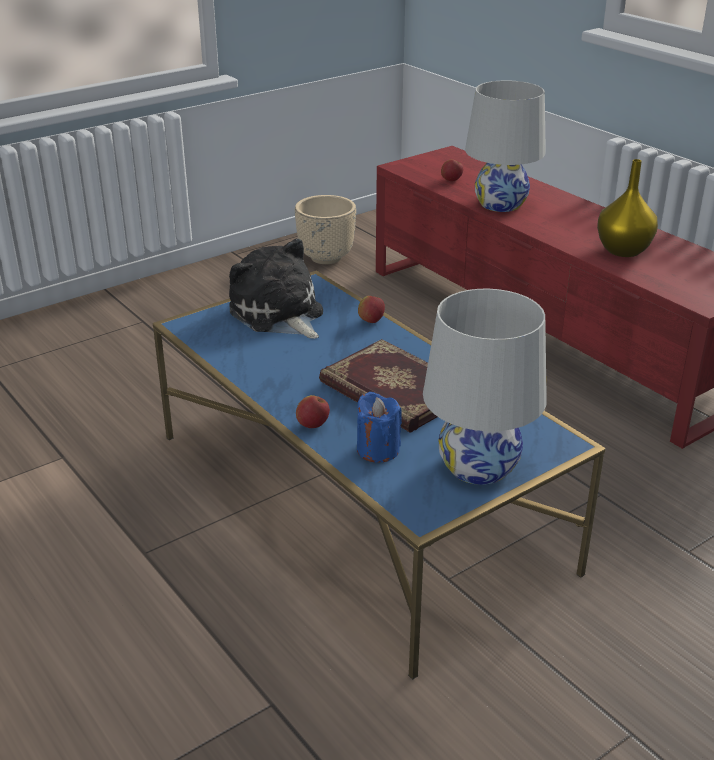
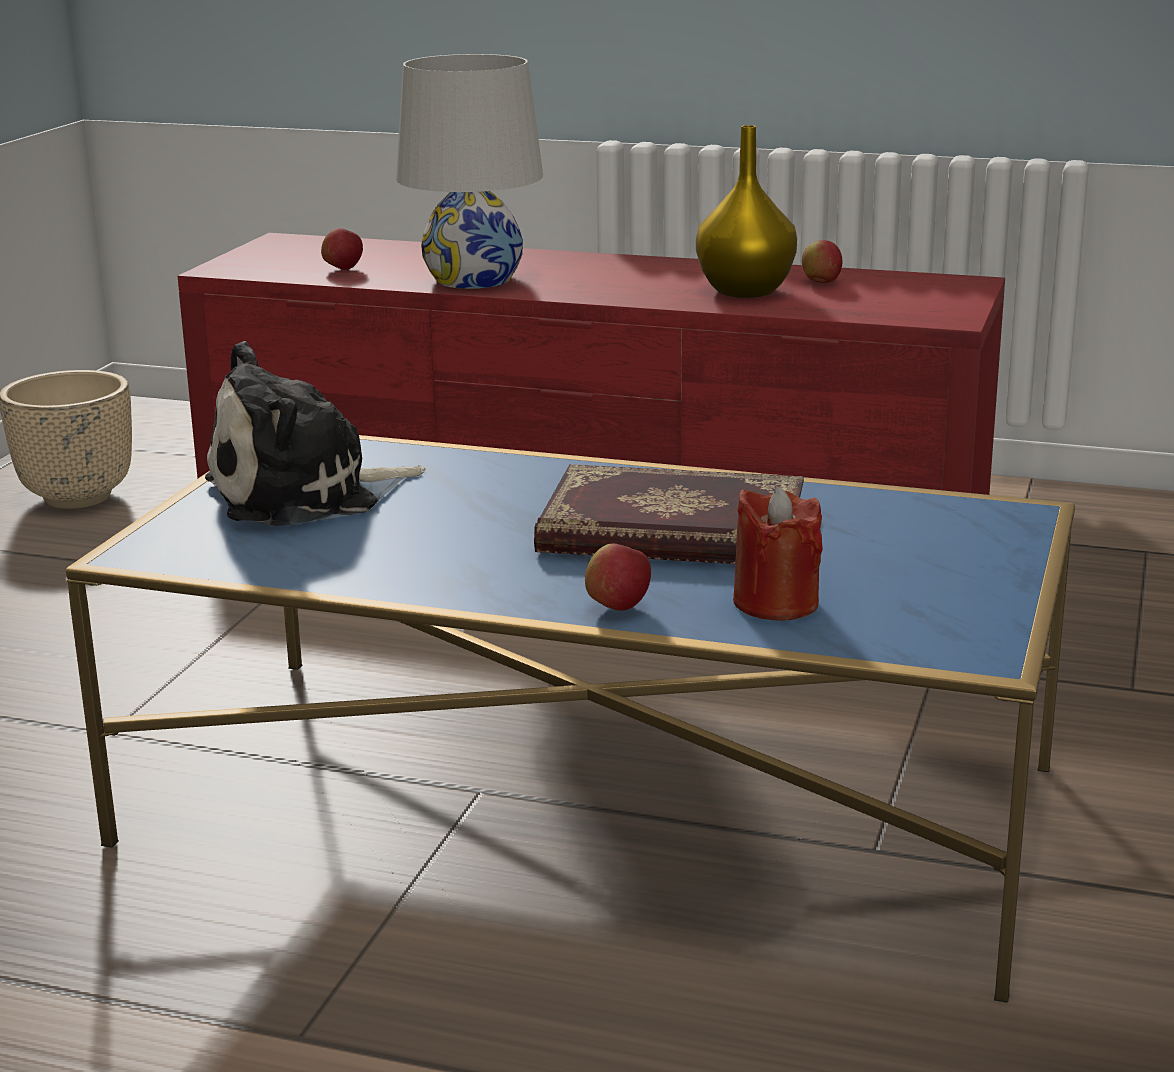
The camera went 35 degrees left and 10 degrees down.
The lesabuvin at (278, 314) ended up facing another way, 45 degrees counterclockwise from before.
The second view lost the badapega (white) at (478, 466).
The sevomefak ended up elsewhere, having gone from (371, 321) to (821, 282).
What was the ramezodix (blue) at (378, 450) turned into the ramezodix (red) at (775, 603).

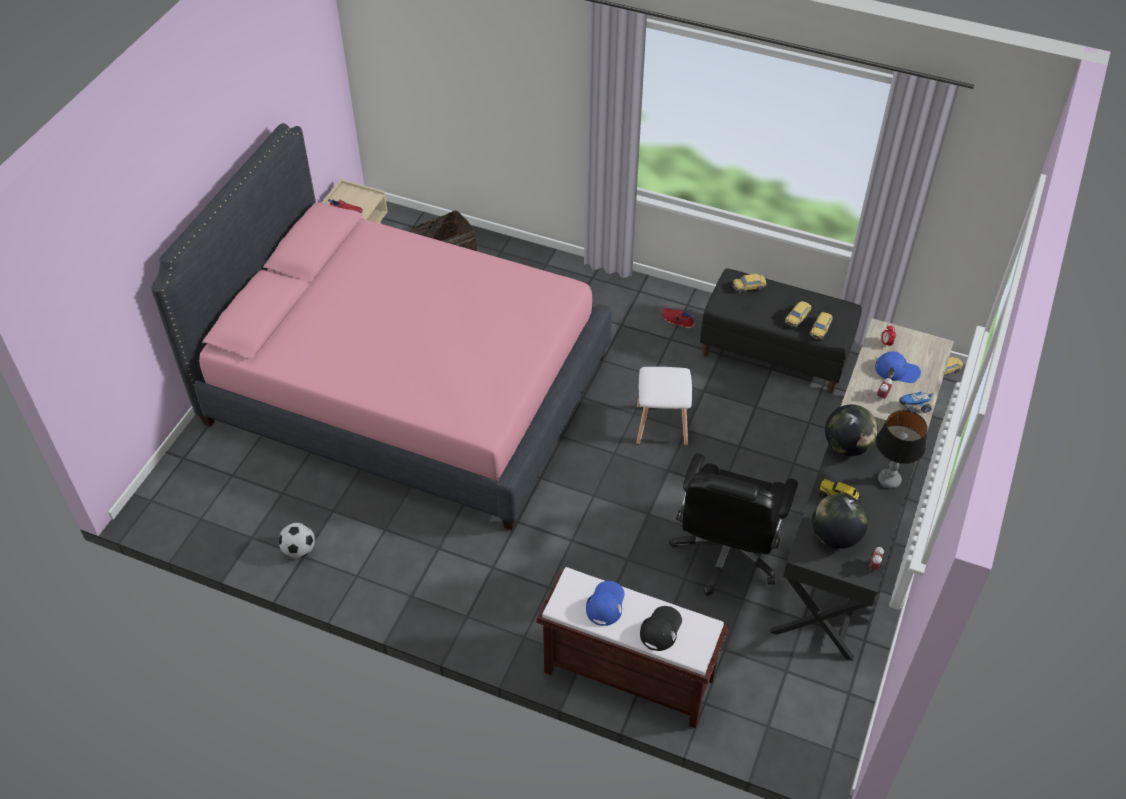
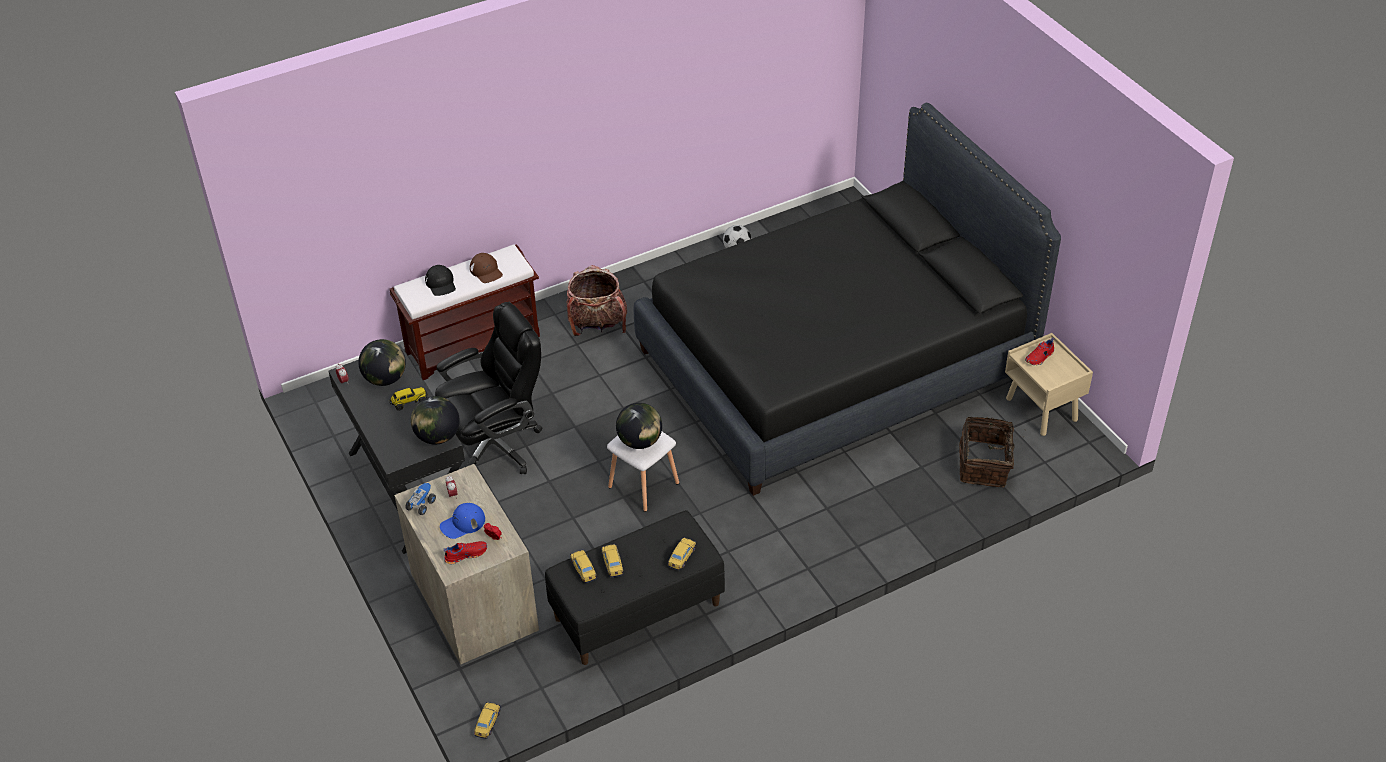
The camera went 130 degrees right and 5 degrees down.
What was the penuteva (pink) at (407, 388) turned into the penuteva (black) at (835, 363).
The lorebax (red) ended up elsewhere, having gone from (677, 321) to (466, 554).
The second view lost the badapega at (889, 480).
The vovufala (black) at (726, 554) ended up facing another way, 90 degrees clockwise from before.
What was the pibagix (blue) at (605, 604) turned into the pibagix (brown) at (486, 271).
The second view gained the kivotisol at (597, 325).
The second view gained the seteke at (640, 441).

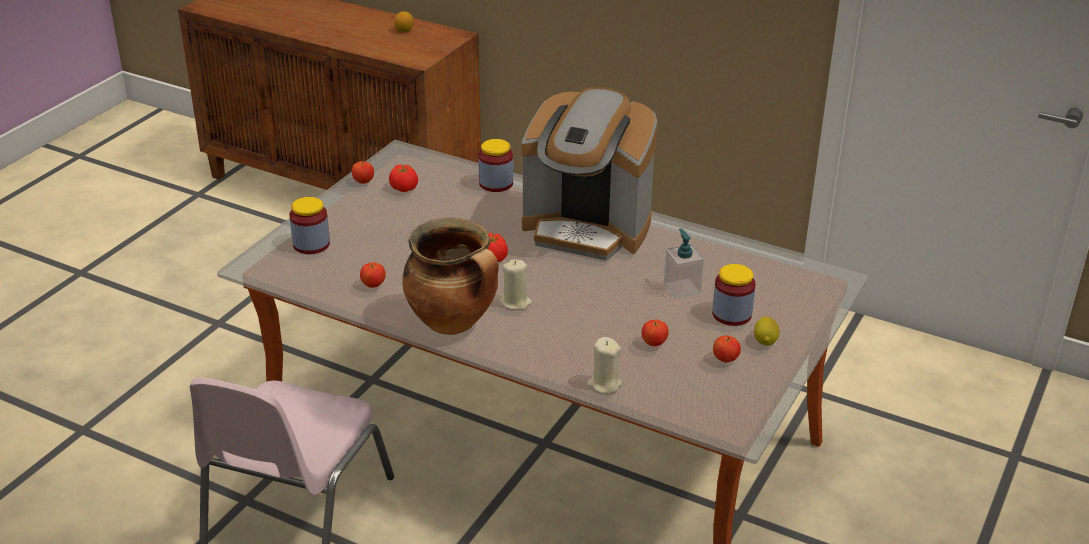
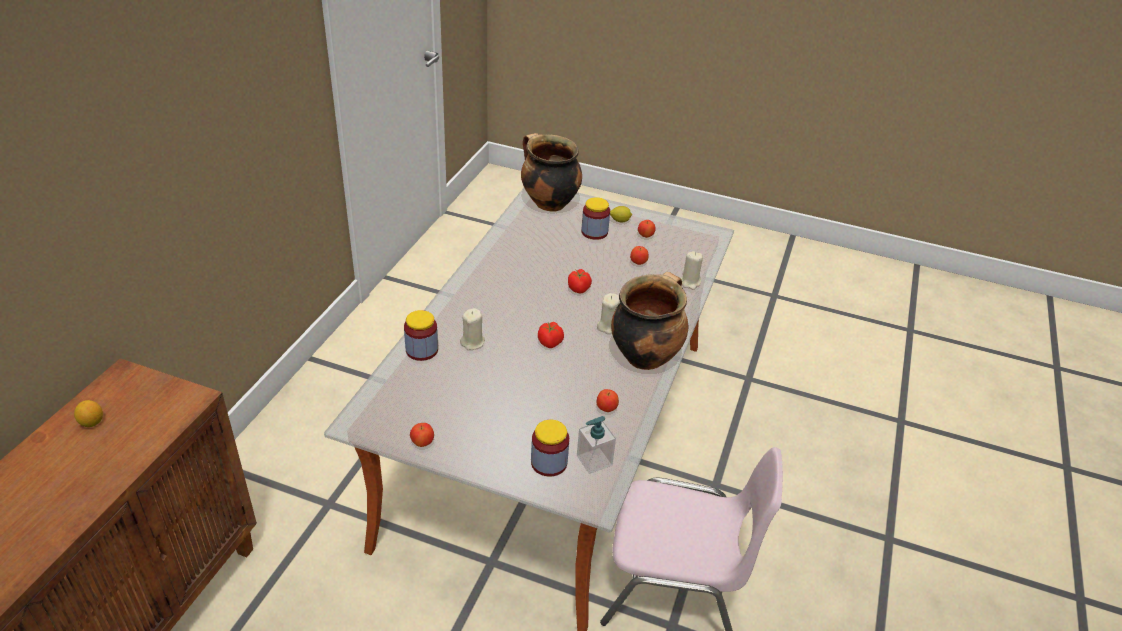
The camera went 100 degrees left and 5 degrees up.
The second view lost the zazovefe at (587, 228).
The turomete ended up elsewhere, having gone from (404, 189) to (579, 289).
The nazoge ended up elsewhere, having gone from (681, 288) to (594, 460).
The second view gained the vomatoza at (548, 203).
The second view gained the ramezodix (beige) at (473, 342).

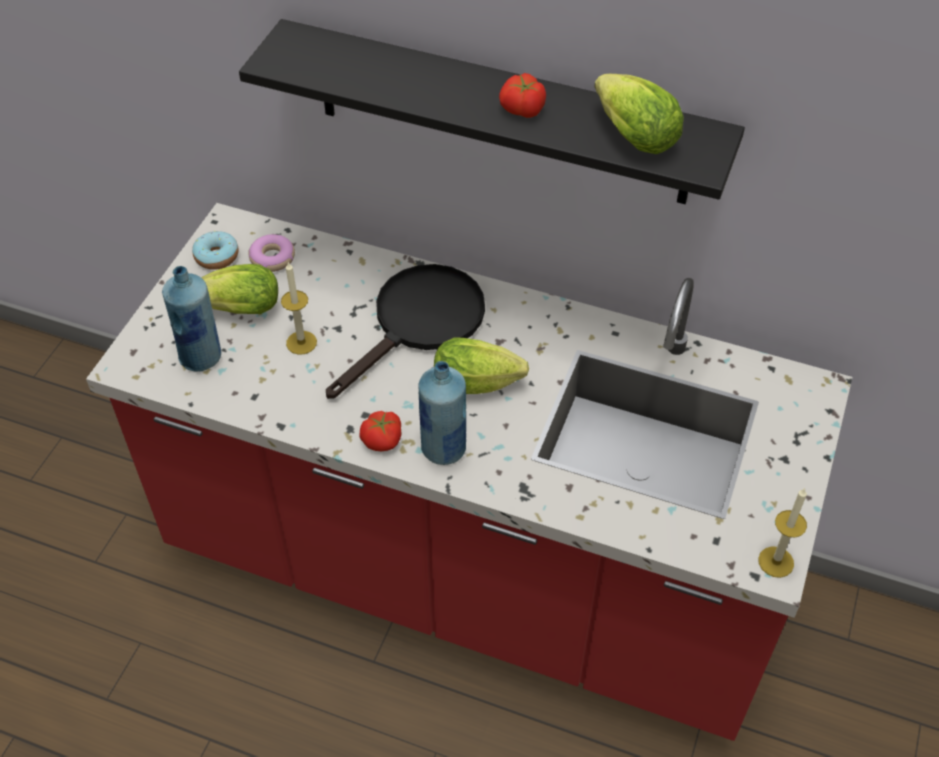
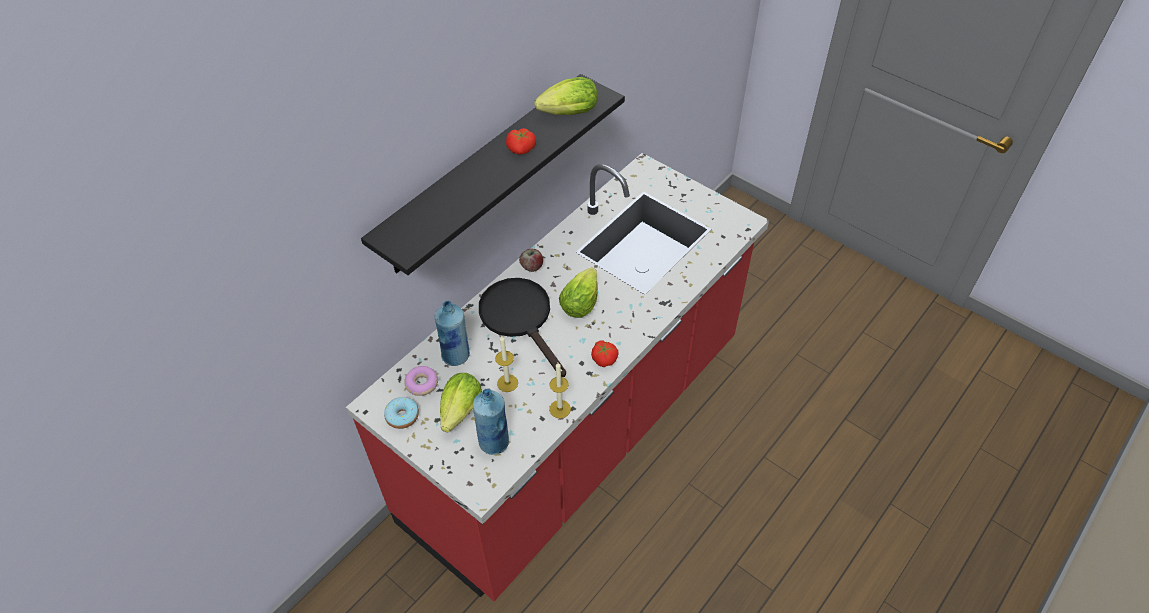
The camera went 70 degrees left and 0 degrees up.
The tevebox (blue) ended up elsewhere, having gone from (443, 449) to (456, 356).
The ramezodix ended up elsewhere, having gone from (776, 562) to (560, 409).
The second view gained the sevomefak at (532, 266).

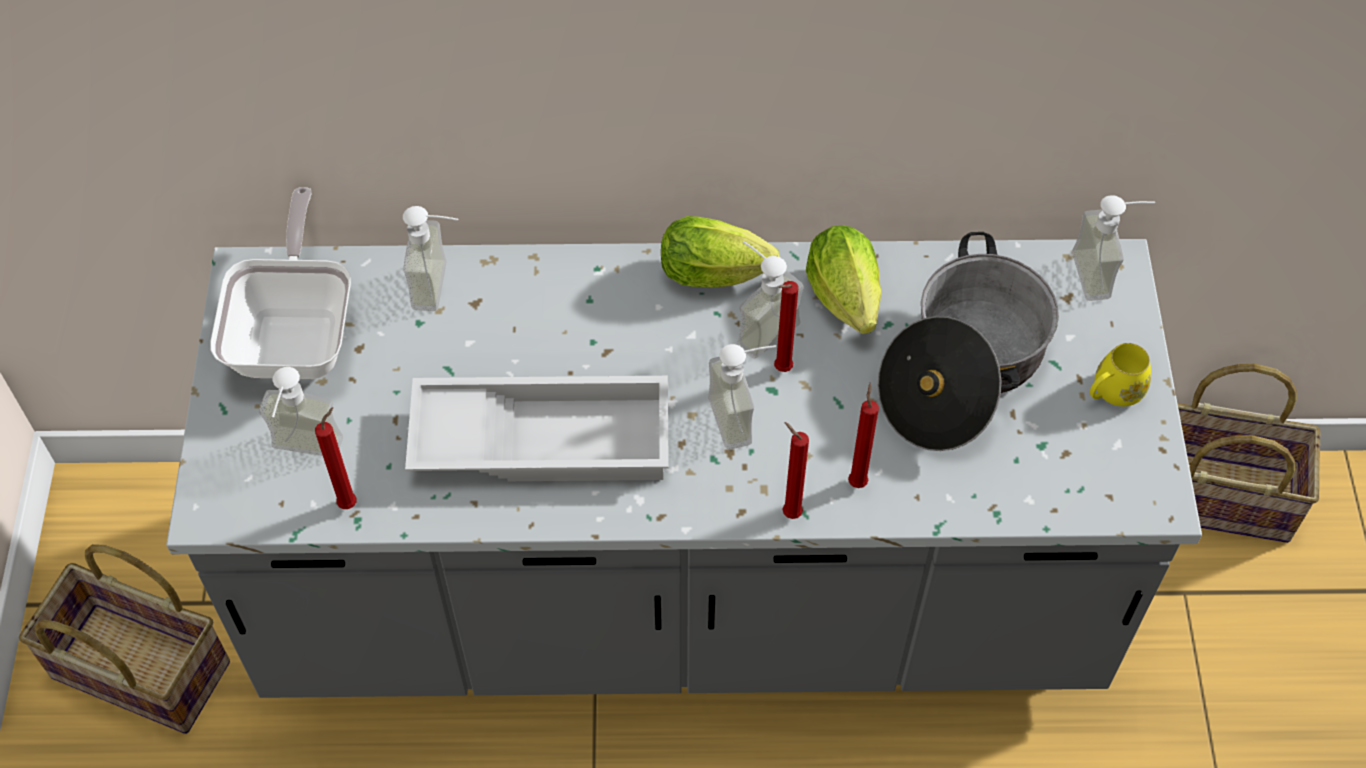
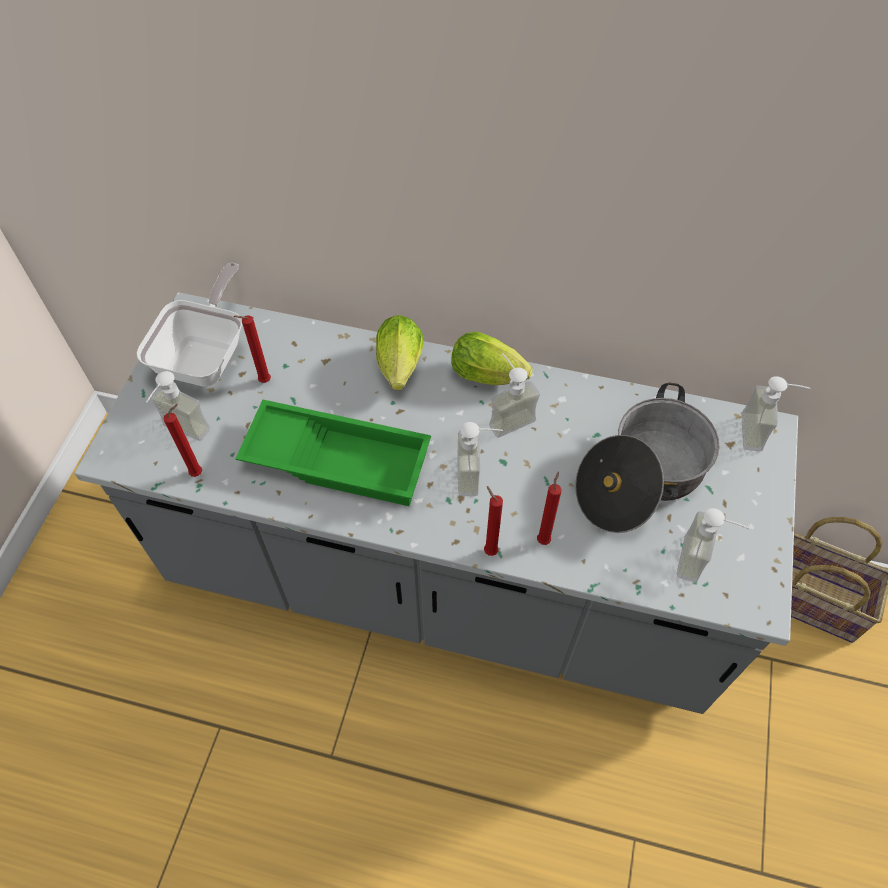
The camera went 15 degrees right and 0 degrees up.
The nazoge ended up elsewhere, having gone from (442, 286) to (701, 562).
The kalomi ended up elsewhere, having gone from (847, 303) to (400, 370).
The ramezodix (red) ended up elsewhere, having gone from (780, 370) to (263, 381).
The second view lost the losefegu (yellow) at (1113, 392).
What was the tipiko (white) at (543, 436) turned into the tipiko (green) at (339, 458).
The second view lost the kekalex at (138, 672).

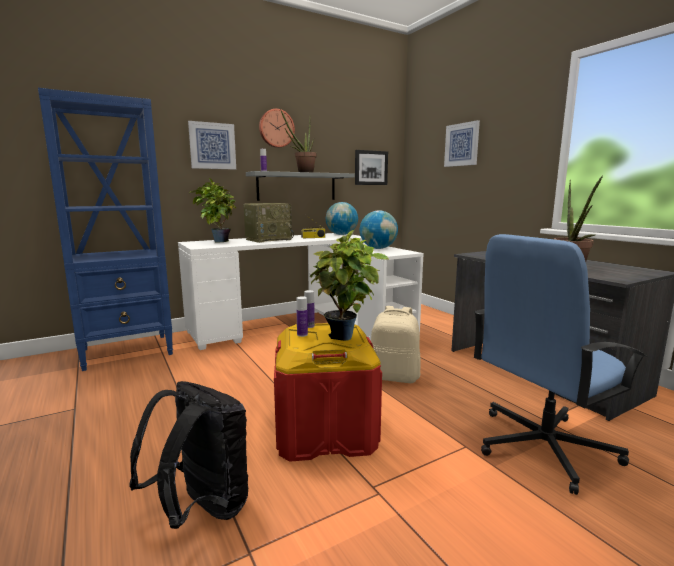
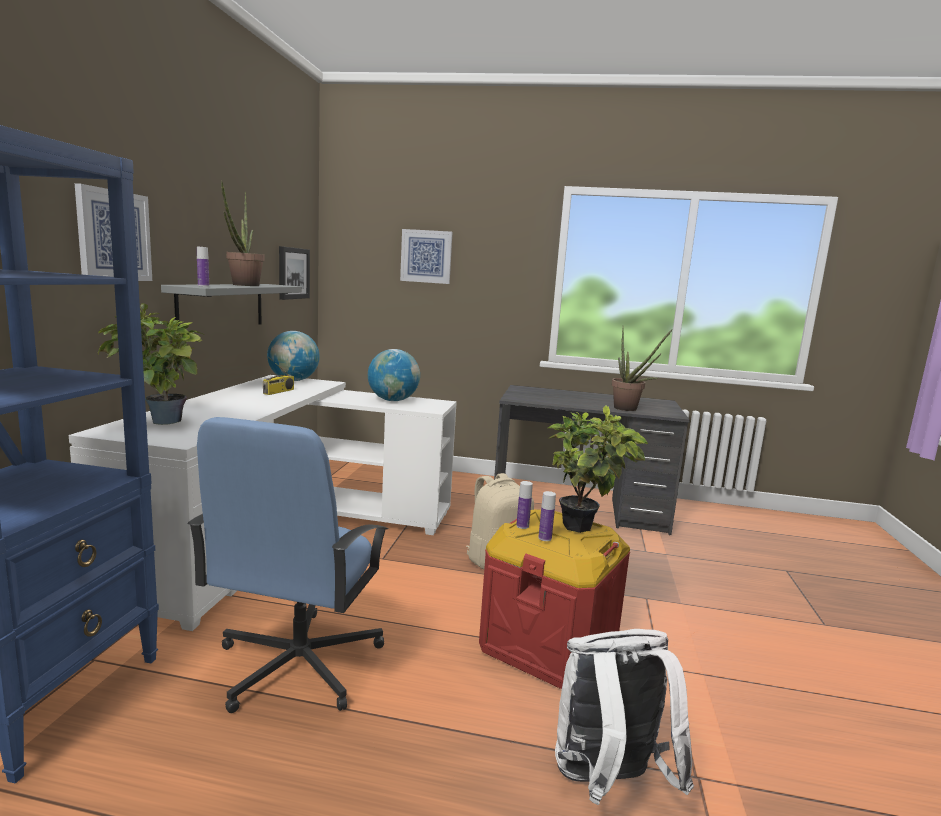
The camera went 50 degrees left and 0 degrees up.
The second view lost the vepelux at (276, 128).
The second view lost the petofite at (269, 239).
The vovufala (blue) ended up elsewhere, having gone from (542, 446) to (297, 664).
What was the kivotisol (black) at (202, 508) turned into the kivotisol (white) at (607, 783).

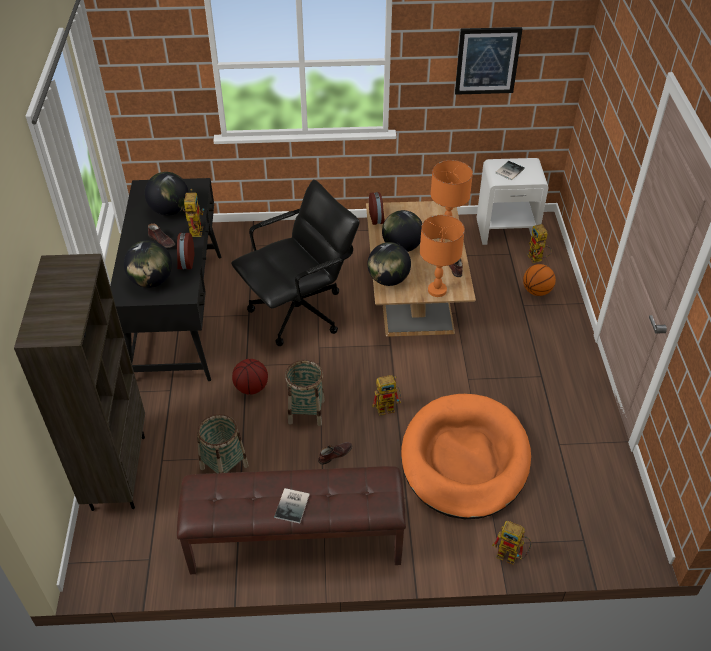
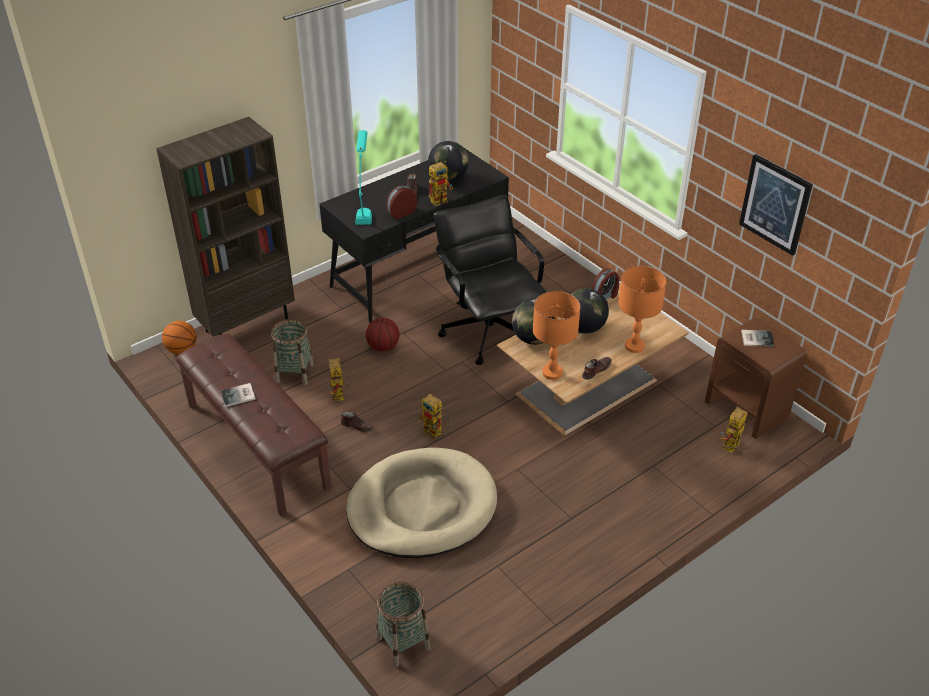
The camera went 55 degrees right and 5 degrees down.
What was the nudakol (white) at (507, 230) turned into the nudakol (brown) at (747, 409).
The vovufala (black) at (299, 312) ended up facing another way, 135 degrees counterclockwise from before.
Where the seteke stood at (152, 281), the badapega (turquoise) came to stand at (364, 209).
The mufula ended up elsewhere, having gone from (536, 291) to (182, 350).
The kekalex ended up elsewhere, having gone from (306, 412) to (403, 643).
What was the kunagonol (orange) at (465, 459) turned into the kunagonol (beige) at (422, 507).
The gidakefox ended up elsewhere, having gone from (512, 555) to (340, 398).

